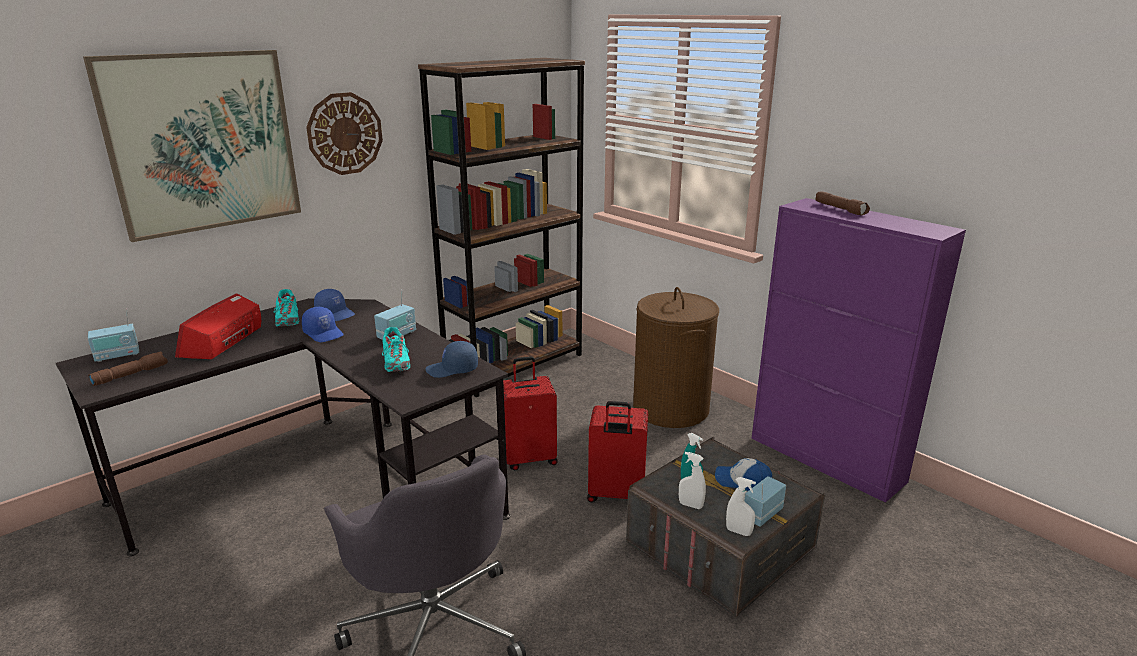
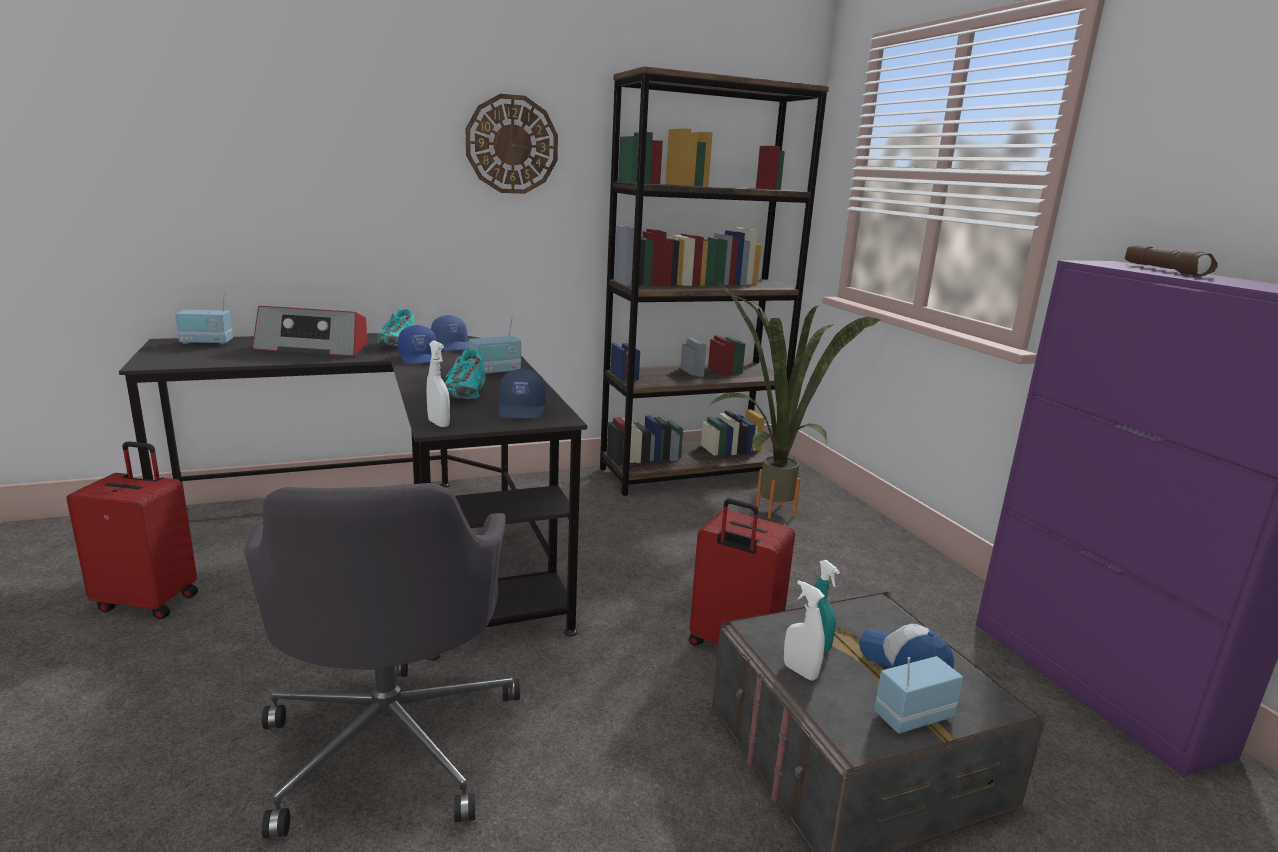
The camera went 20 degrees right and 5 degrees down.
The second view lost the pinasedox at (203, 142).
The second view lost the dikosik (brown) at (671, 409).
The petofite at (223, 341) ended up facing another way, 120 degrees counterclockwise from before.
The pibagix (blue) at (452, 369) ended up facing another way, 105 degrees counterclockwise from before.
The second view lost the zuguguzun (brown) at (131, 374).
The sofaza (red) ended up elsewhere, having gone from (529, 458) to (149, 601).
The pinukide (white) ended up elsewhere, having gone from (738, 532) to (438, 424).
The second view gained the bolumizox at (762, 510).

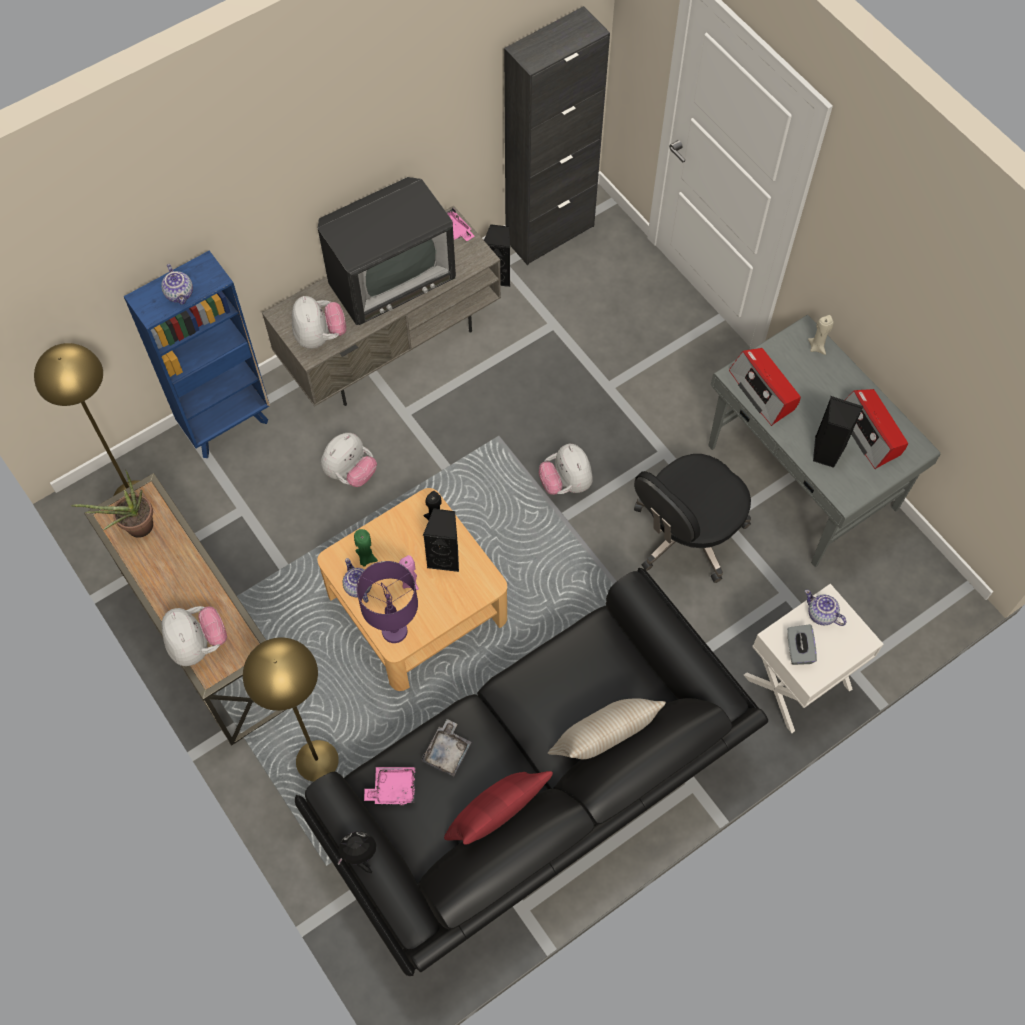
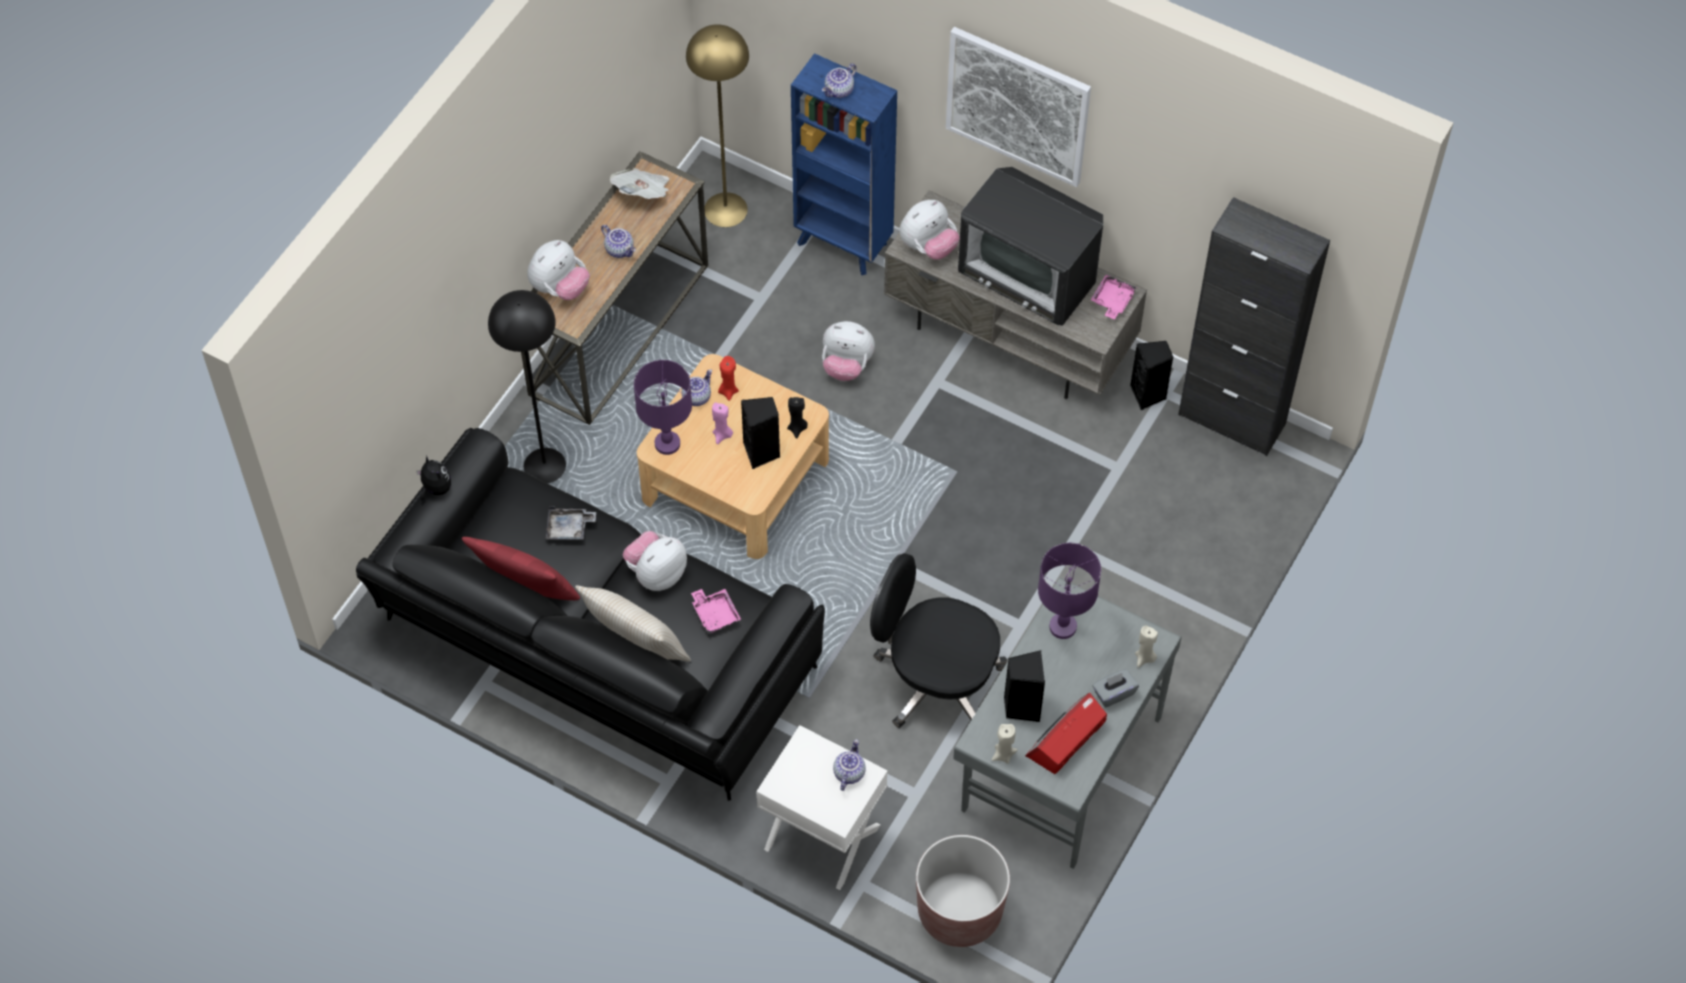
The camera went 65 degrees right and 5 degrees down.
Where the petofite stood at (763, 391), the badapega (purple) came to stand at (1063, 627).
The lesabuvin ended up elsewhere, having gone from (566, 483) to (656, 573).
Where the bolumizox stood at (134, 529), the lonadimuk came to stand at (643, 193).
What was the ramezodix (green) at (366, 558) turned into the ramezodix (red) at (728, 391).
The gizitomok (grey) ended up elsewhere, having gone from (798, 650) to (1113, 693).
What was the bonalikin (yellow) at (317, 761) turned into the bonalikin (black) at (545, 466).
The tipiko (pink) ended up elsewhere, having gone from (393, 788) to (715, 614).
The second view gained the pinasedox at (1018, 105).
The second view gained the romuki at (620, 249).
The second view gained the ramezodix (beige) at (1003, 754).
The second view gained the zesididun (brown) at (960, 911).

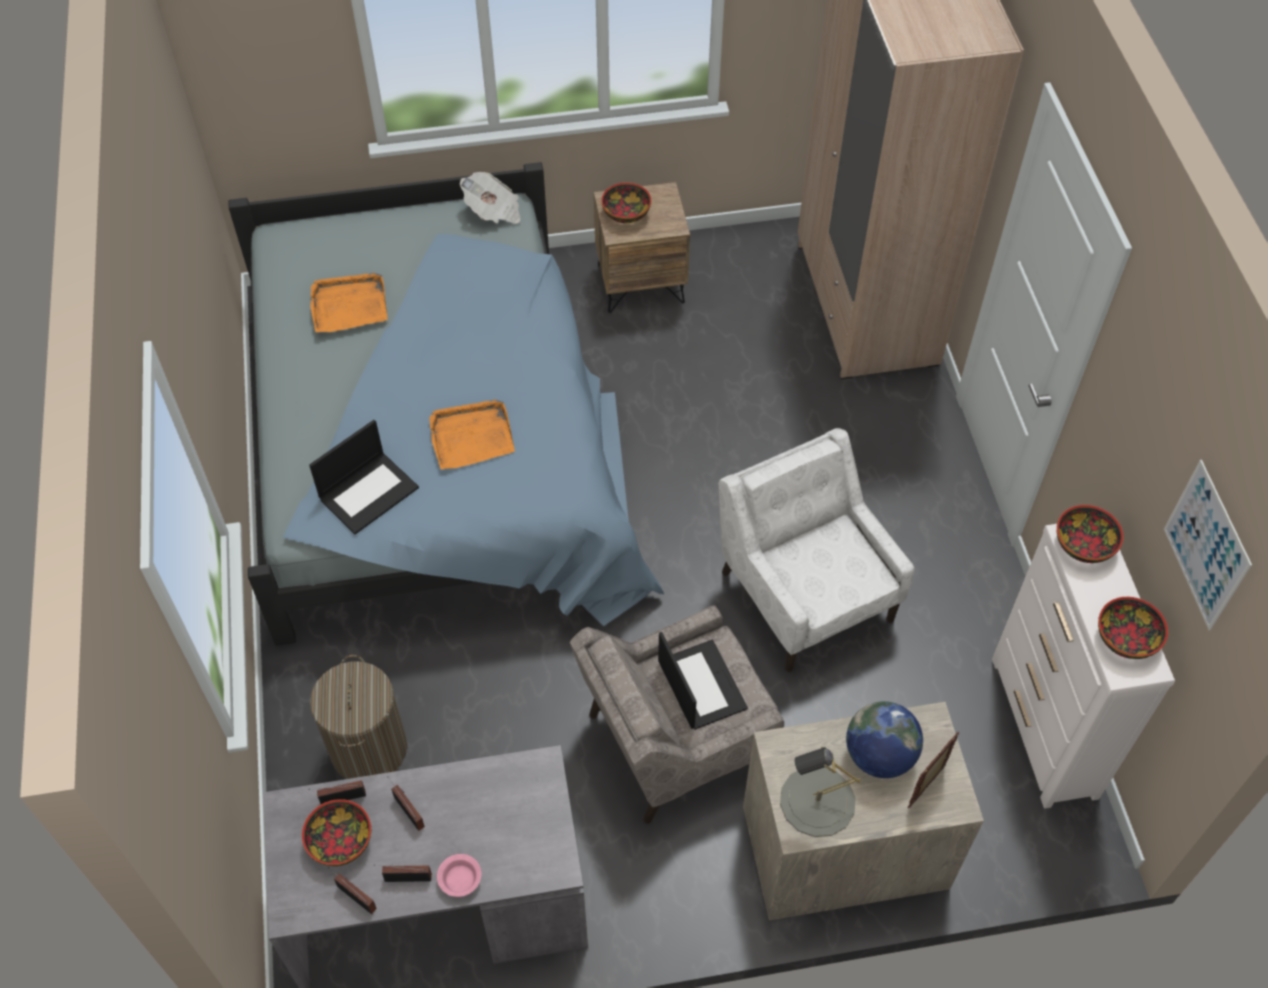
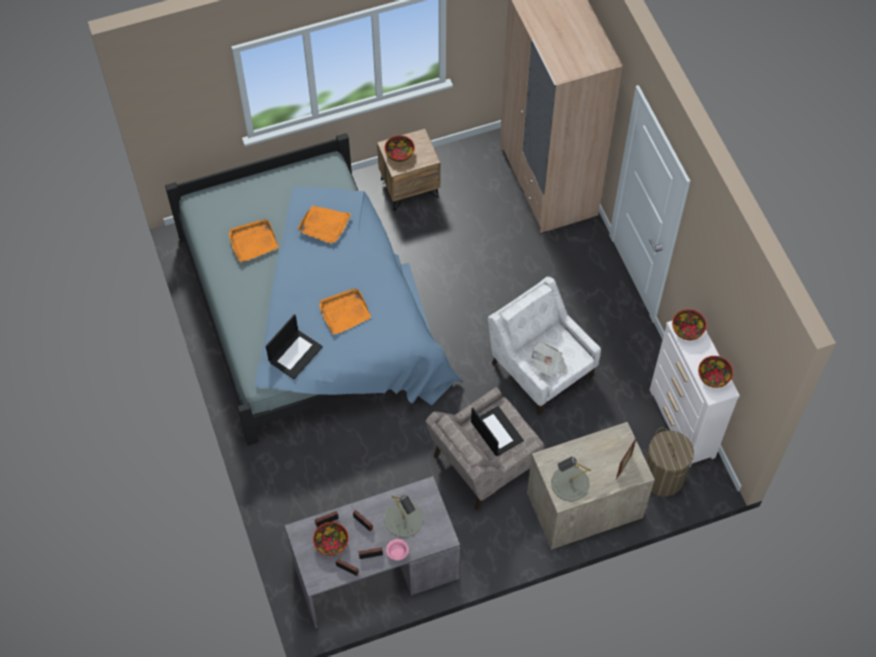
The camera went 10 degrees left and 5 degrees up.
The lonadimuk ended up elsewhere, having gone from (493, 211) to (549, 365).
The second view lost the pinasedox at (1206, 545).
The dikosik ended up elsewhere, having gone from (368, 748) to (662, 477).
The second view lost the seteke at (879, 755).
The second view gained the tipiko (orange) at (324, 225).
The second view gained the badapega (grey) at (404, 519).

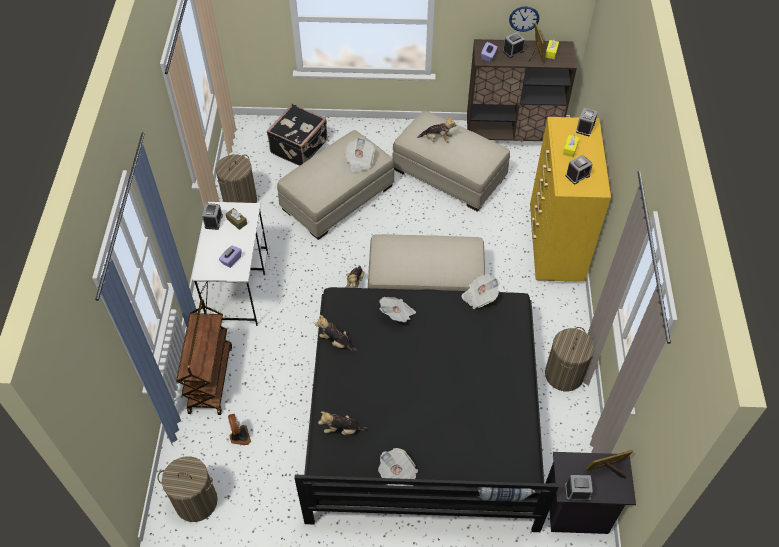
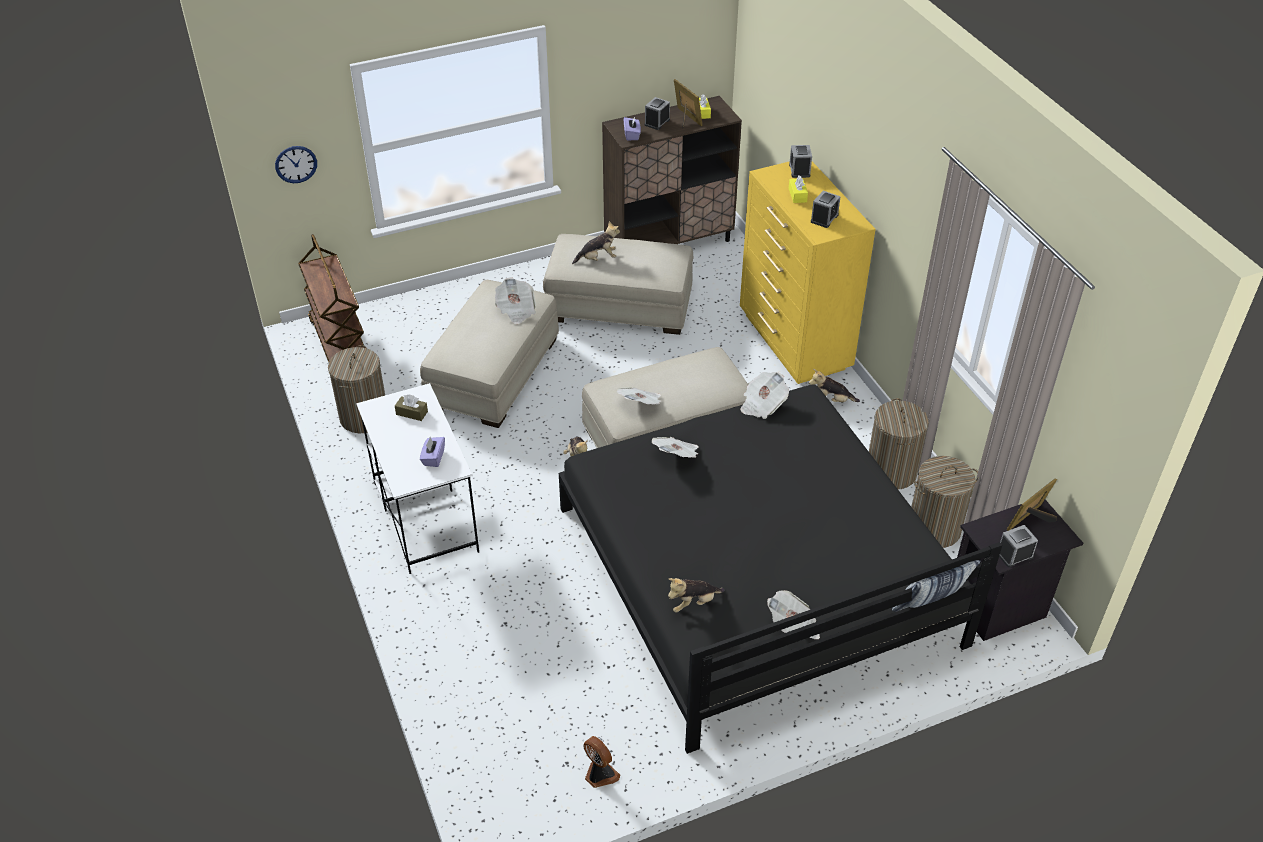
The camera went 25 degrees left and 10 degrees down.
The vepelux ended up elsewhere, having gone from (524, 18) to (296, 164).
The second view lost the sofaza (black) at (300, 147).
The second view lost the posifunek at (213, 221).
The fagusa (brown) ended up elsewhere, having gone from (210, 378) to (339, 342).
The lesabuvin ended up elsewhere, having gone from (336, 342) to (831, 400).
The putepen ended up elsewhere, having gone from (239, 436) to (599, 775).
The dikosik ended up elsewhere, having gone from (196, 501) to (934, 529).
The second view gained the lonadimuk at (641, 404).

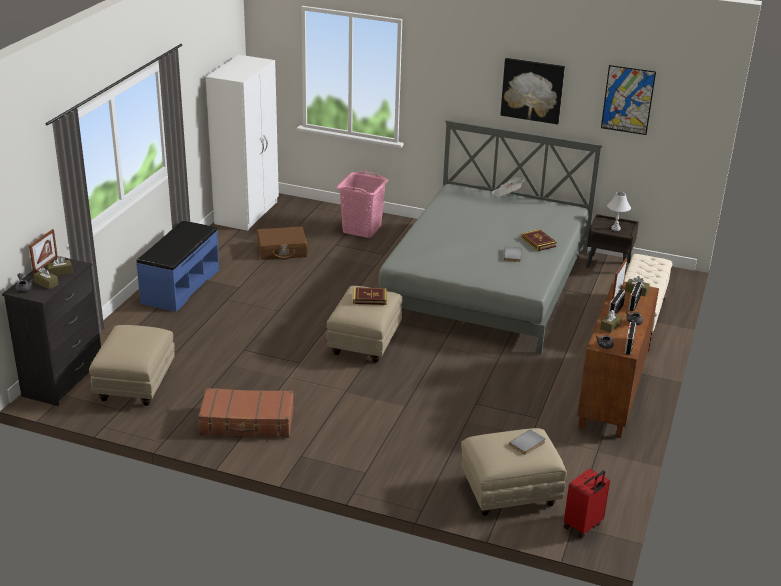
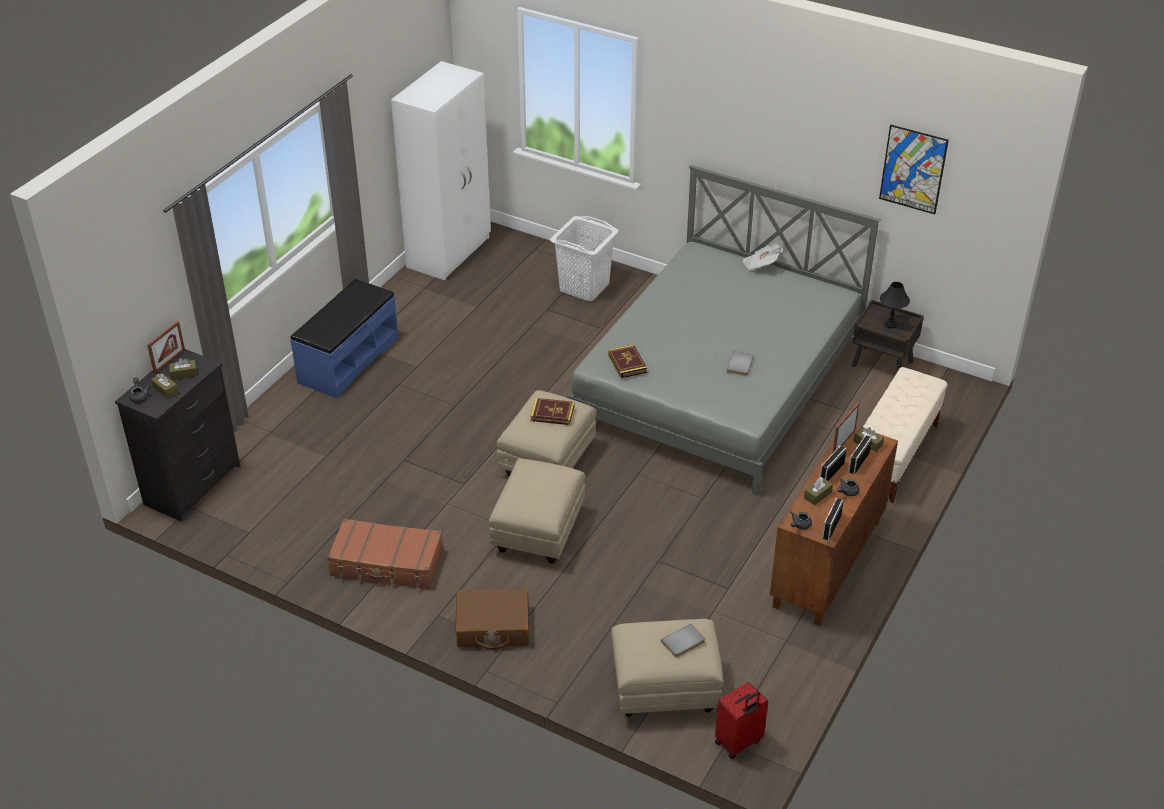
The camera went 10 degrees right and 10 degrees up.
The second view lost the pinasedox at (532, 90).
What was the dikosik (pink) at (362, 229) turned into the dikosik (white) at (584, 287).
What was the badapega (white) at (615, 229) turned into the badapega (black) at (890, 325).
The sofaza (brown) ended up elsewhere, having gone from (282, 250) to (493, 627).
The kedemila ended up elsewhere, having gone from (538, 242) to (627, 363).
The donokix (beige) ended up elsewhere, having gone from (135, 385) to (538, 533).

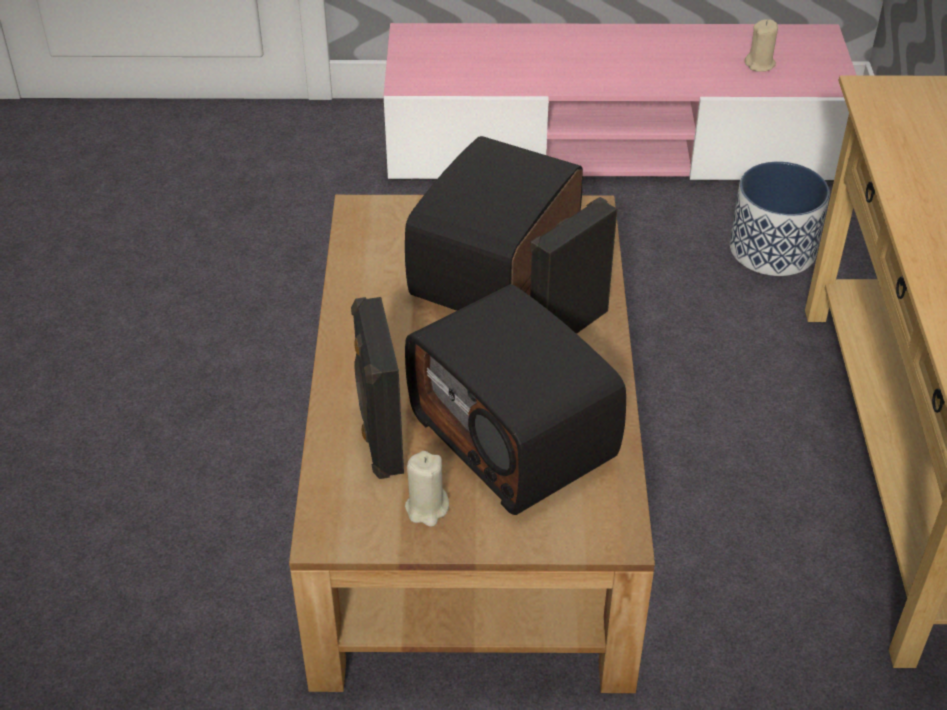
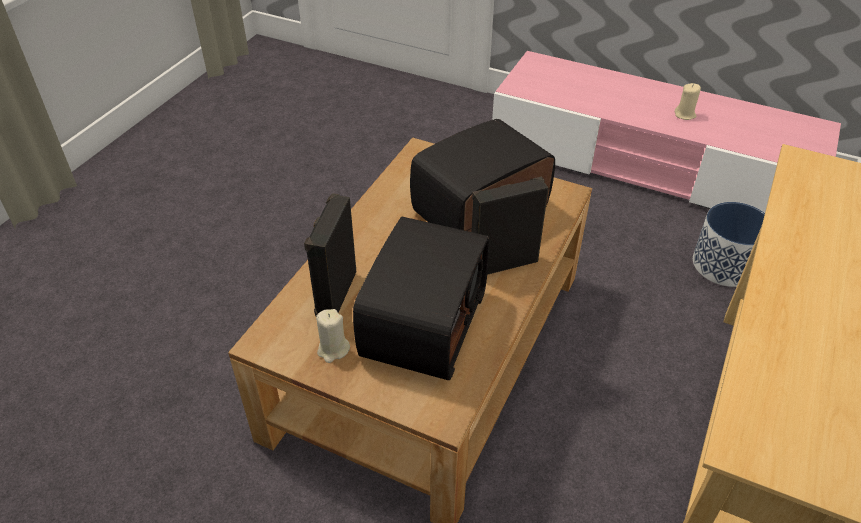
The camera went 25 degrees right and 0 degrees up.
The ramezodix (beige) ended up elsewhere, having gone from (760, 64) to (685, 115).
The petofite at (516, 436) ended up facing another way, 150 degrees counterclockwise from before.

